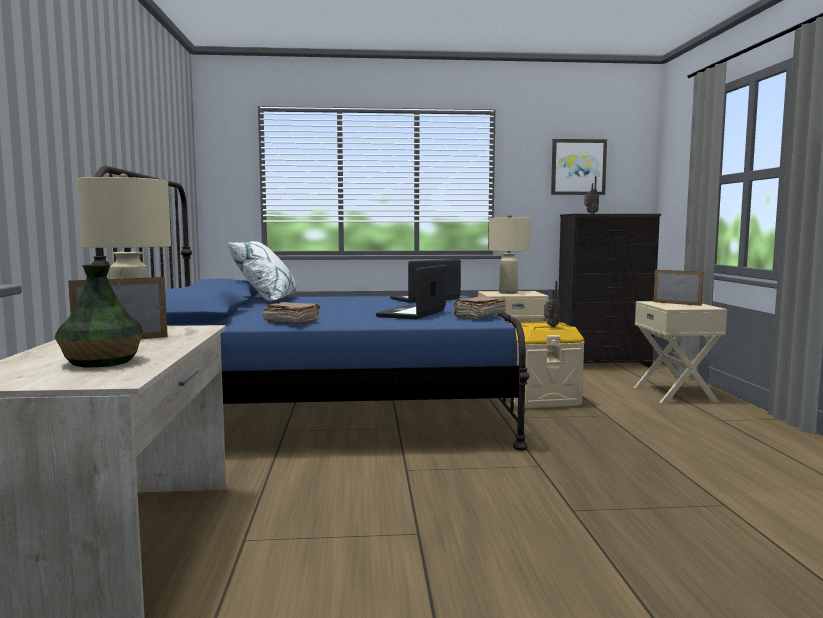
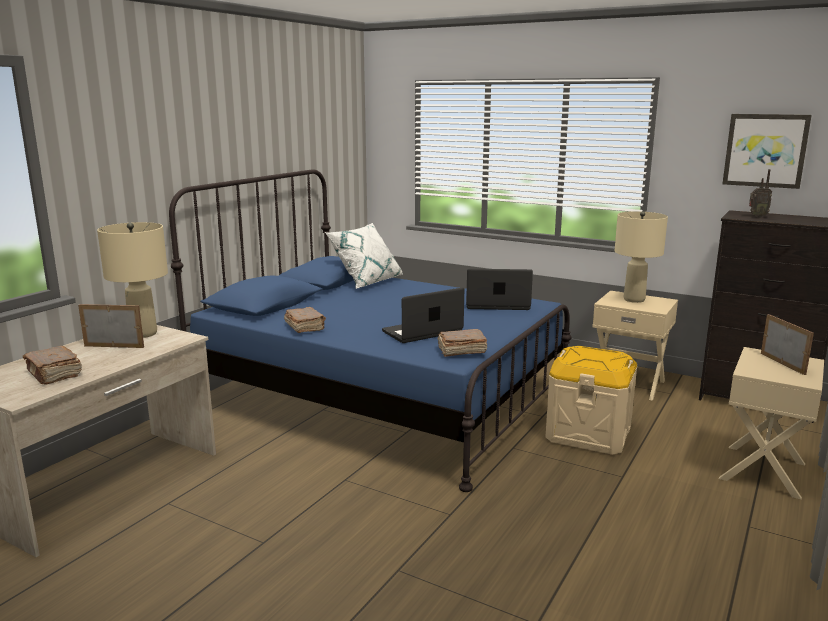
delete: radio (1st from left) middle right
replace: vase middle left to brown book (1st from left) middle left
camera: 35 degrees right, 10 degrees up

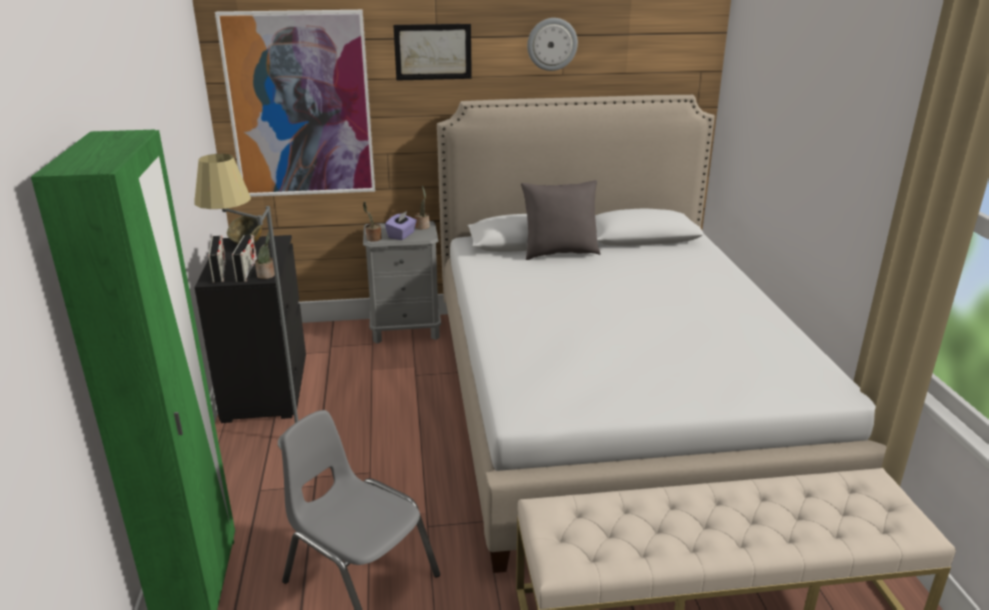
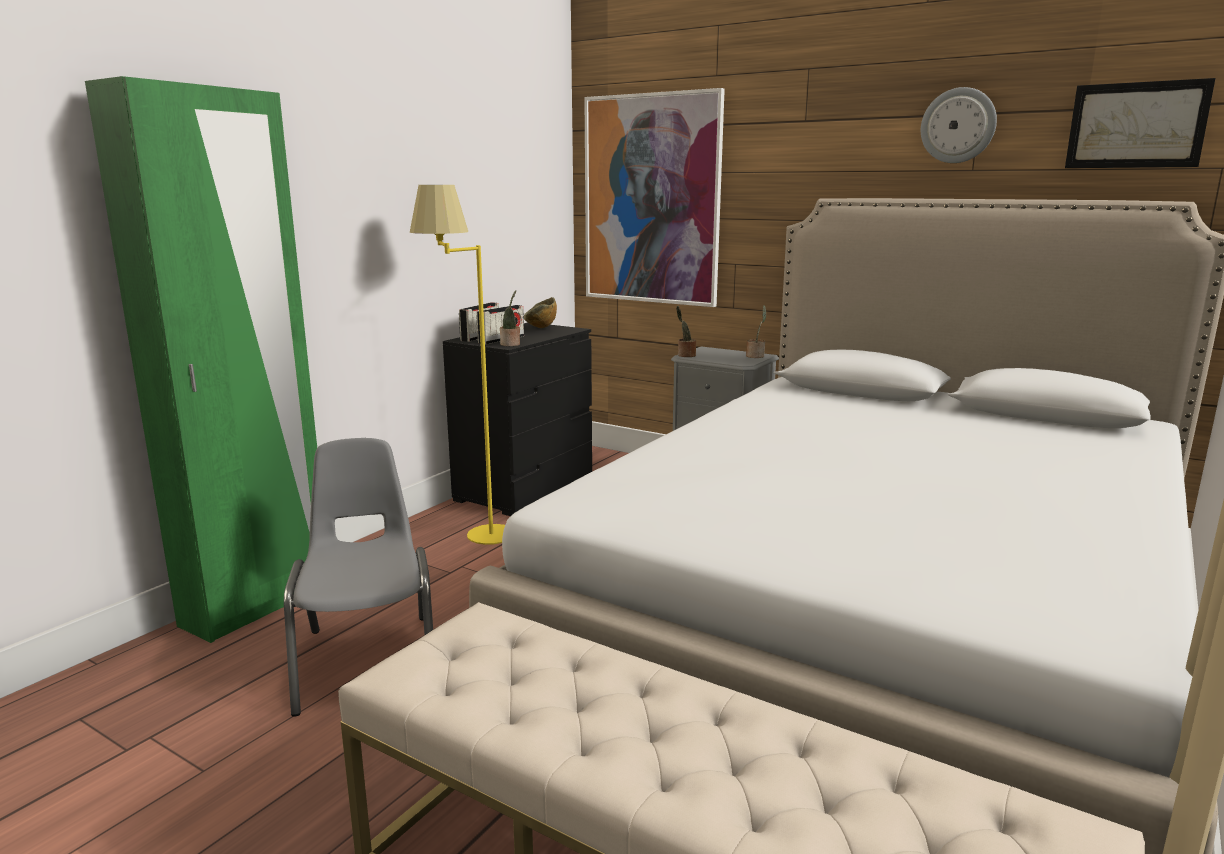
delete: grey pillow centre; purple tissue box centre
move: picture (2nd from left) top centre to top right
recolor: grey floor lamp middle left to yellow floor lamp centre
camera: 40 degrees right, 10 degrees down

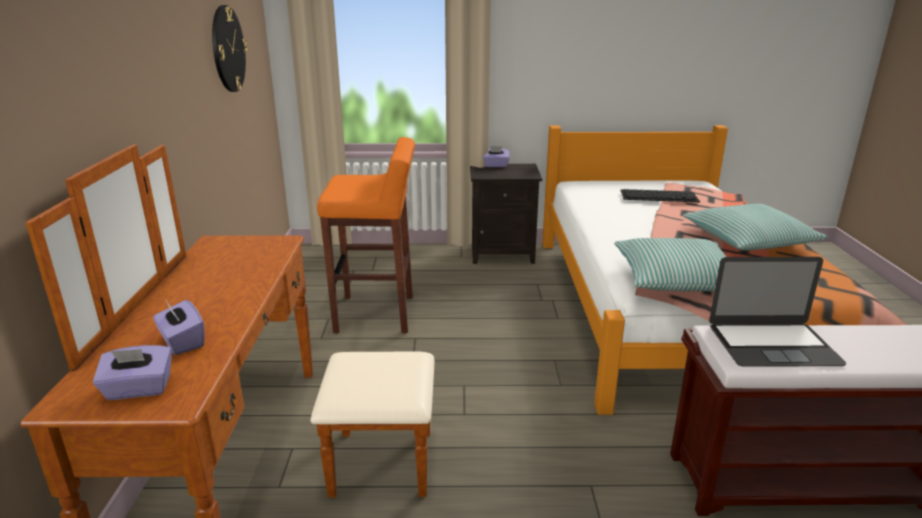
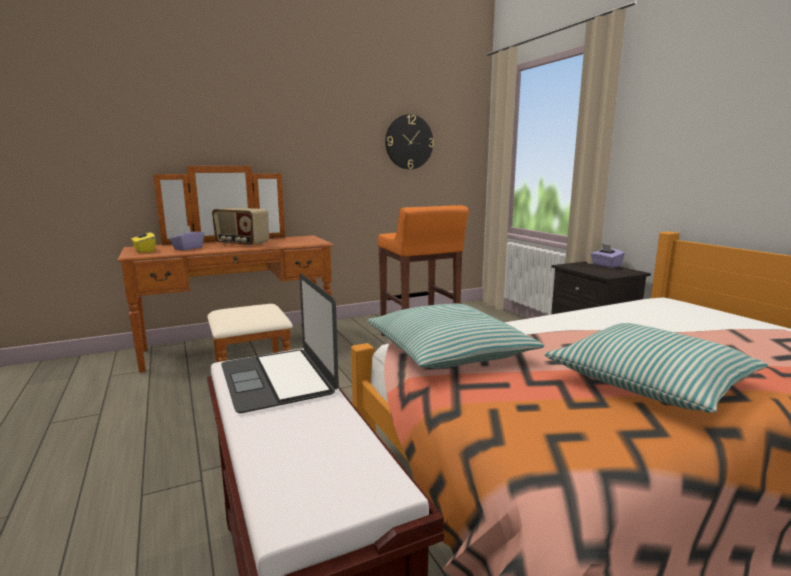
delete: keyboard middle right
insert: radio middle left
recolor: purple tissue box (1st from left) bottom left to yellow tissue box middle left
camera: 65 degrees right, 10 degrees down

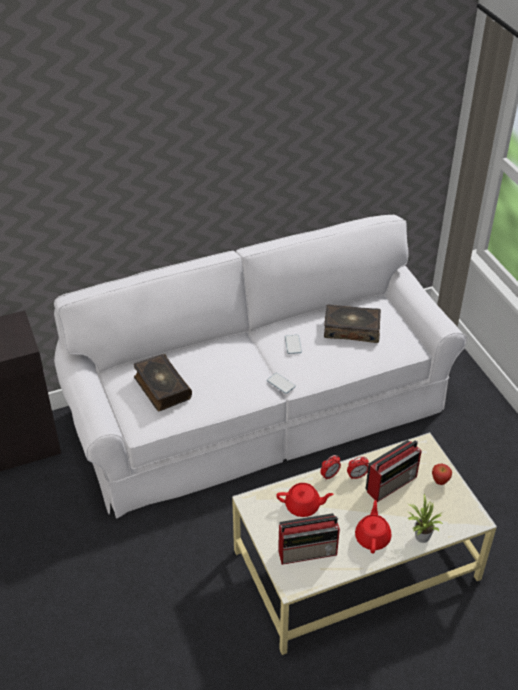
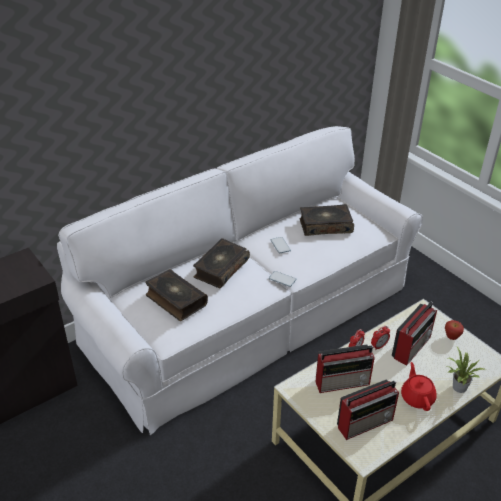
insert: book (2nd from left) centre
replace: red teapot (1st from left) bottom centre to radio (1st from left) bottom right
camera: 15 degrees left, 5 degrees down

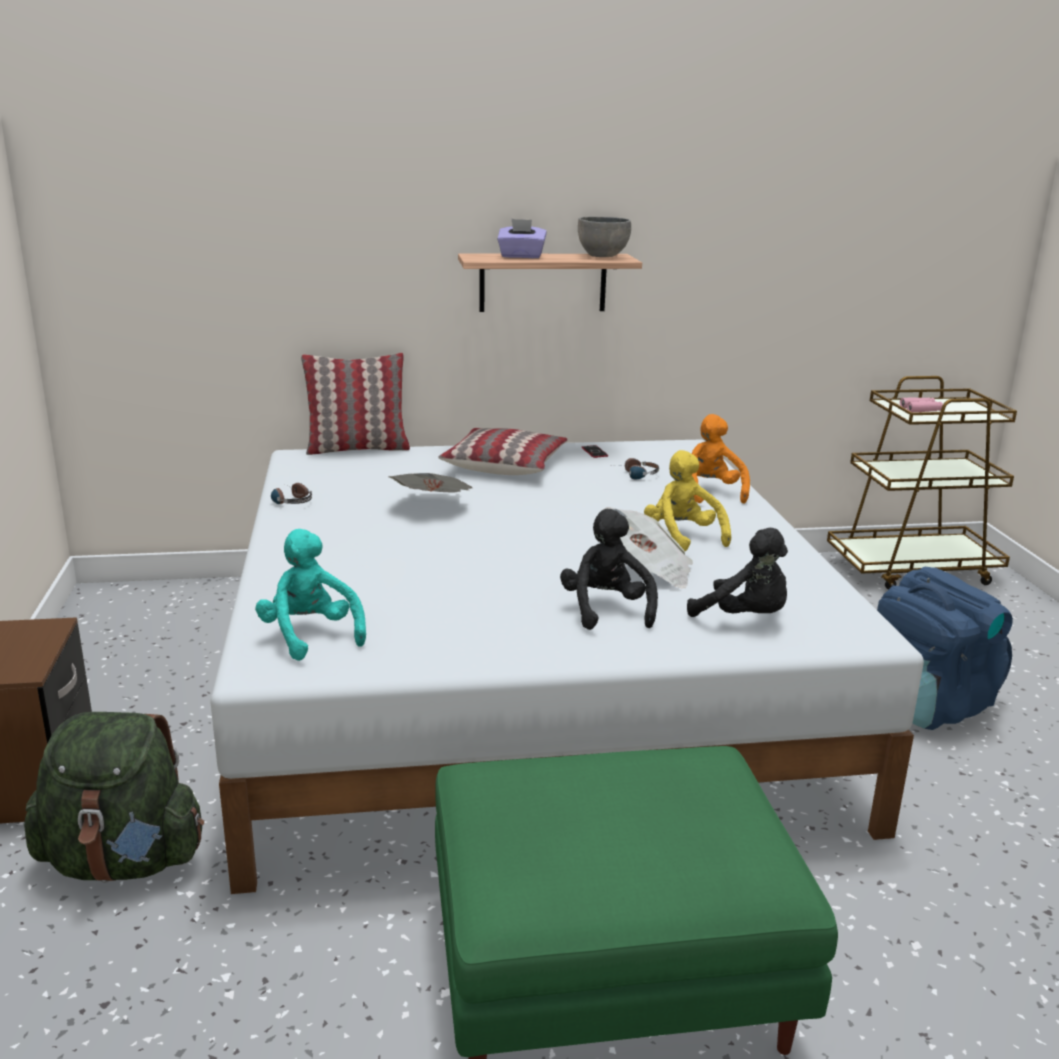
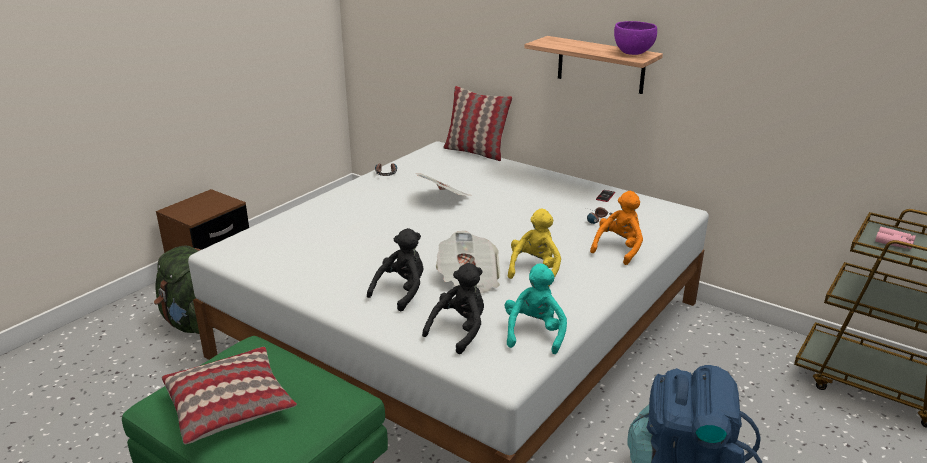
delete: purple tissue box top centre
move: pillow (2nd from left in the first image) centre to pillow (1st from left) bottom left; turquoise plush toy middle left to centre
recolor: grey bowl top centre to purple bowl top right
rotate: black plush toy (2nd from left) middle right = centre 135 degrees counterclockwise
camera: 45 degrees right, 5 degrees up

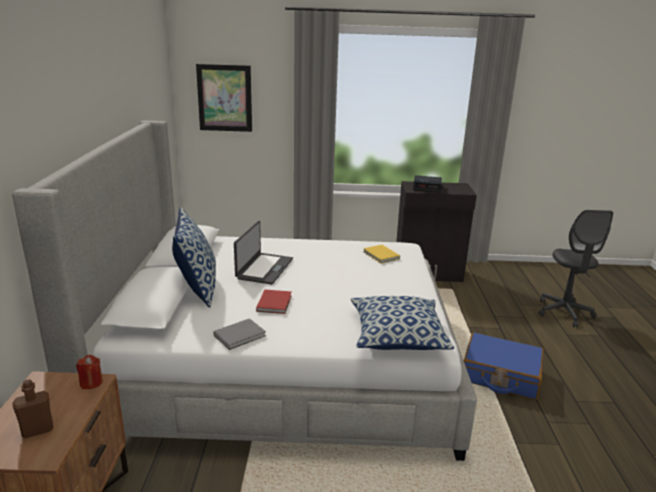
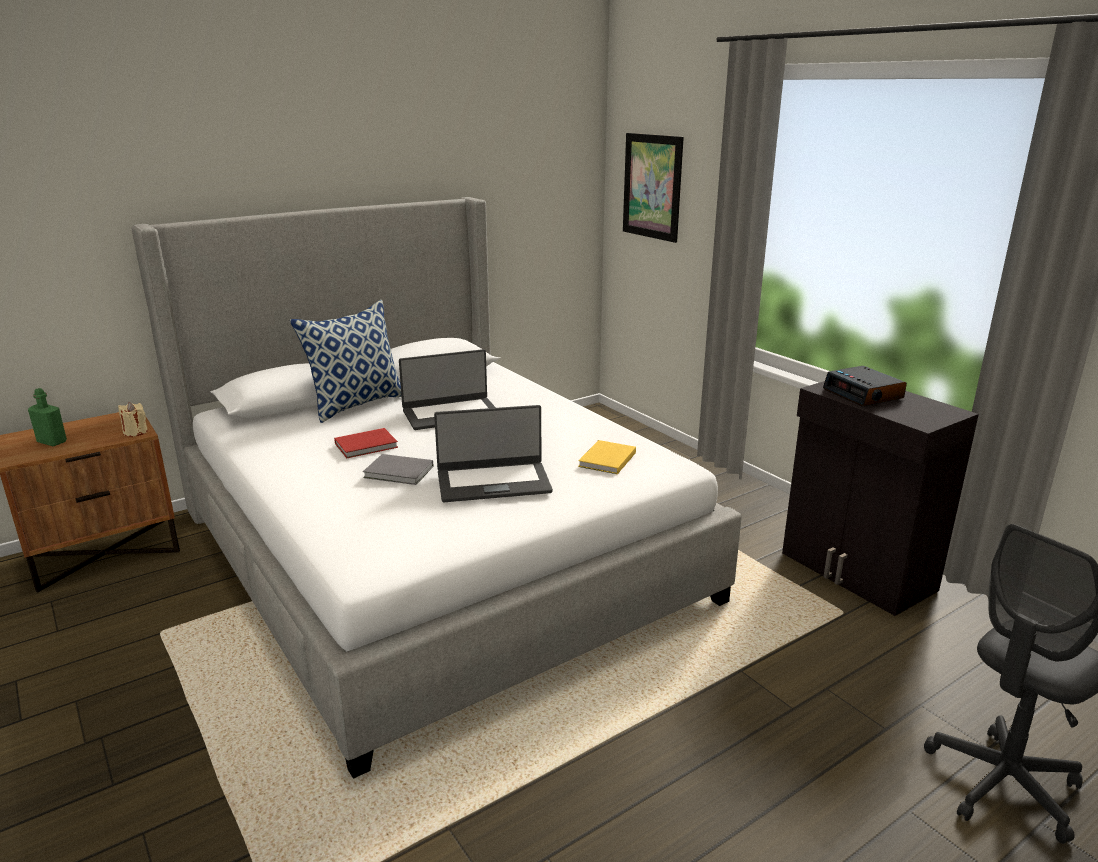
delete: pillow (2nd from left) centre; blue suitcase bottom right
insert: laptop (2nd from left) centre
move: grey book bottom centre to centre
recolor: red candle bottom left to beige candle middle left; brown bottle bottom left to green bottle middle left
camera: 55 degrees right, 0 degrees up

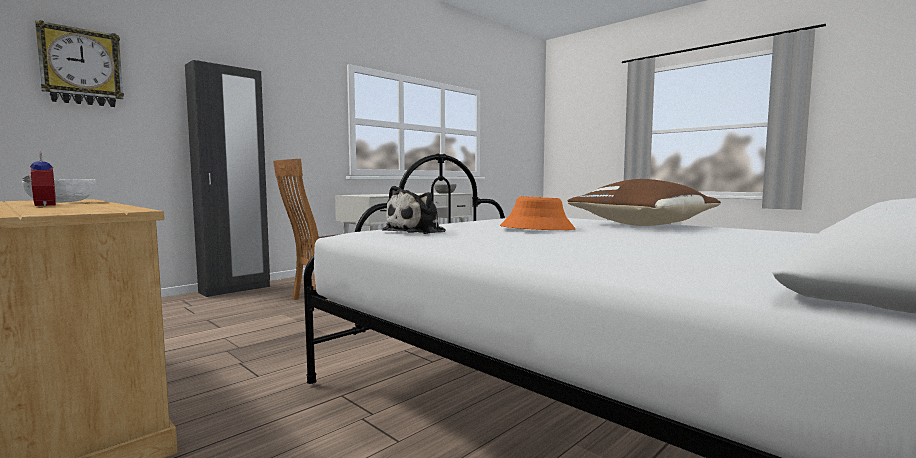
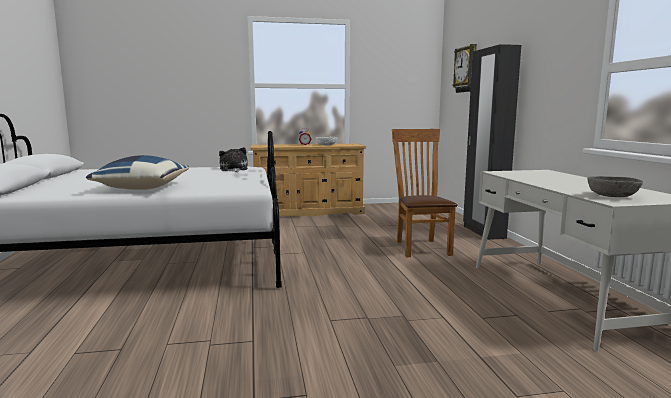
delete: orange hat centre
recolor: brown pillow middle right to blue pillow middle left
camera: 125 degrees right, 5 degrees up

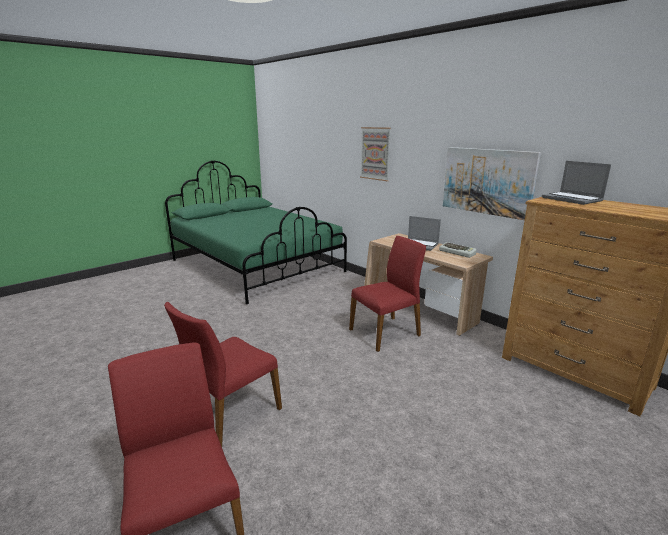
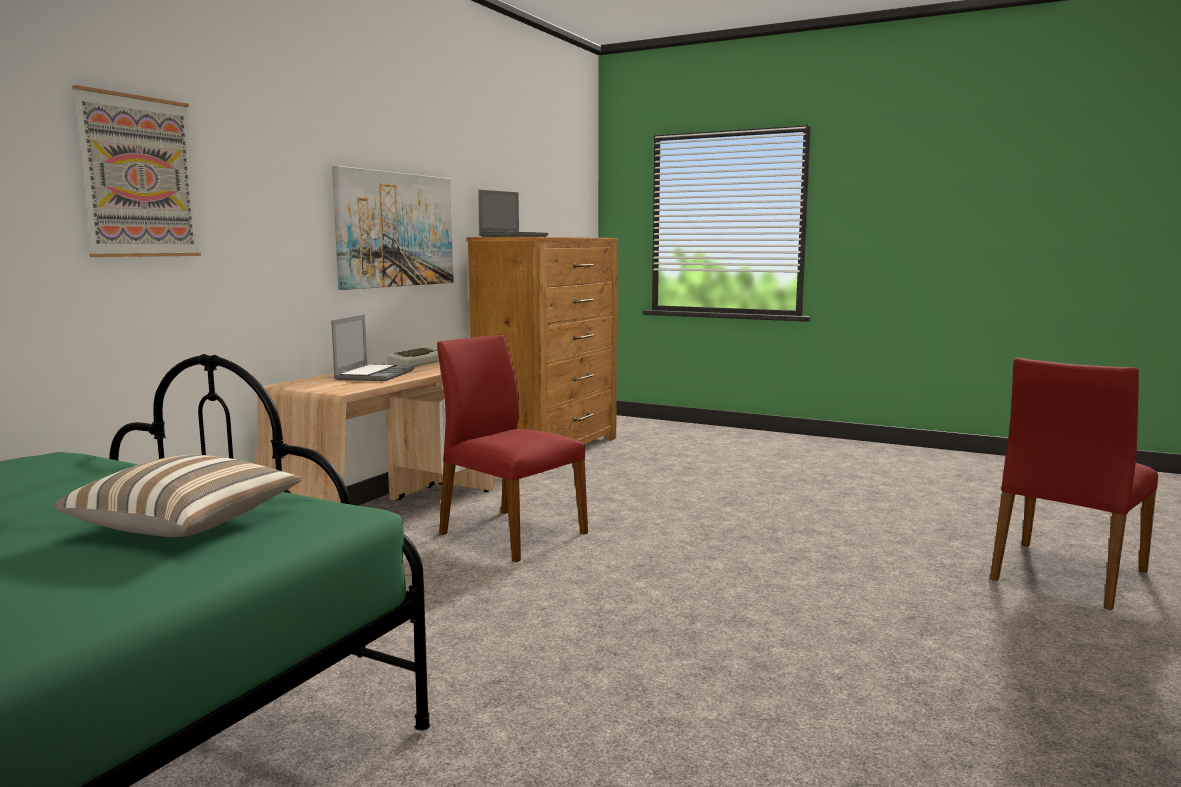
delete: red chair (2nd from left) bottom centre
insert: pillow middle left
camera: 110 degrees left, 10 degrees down

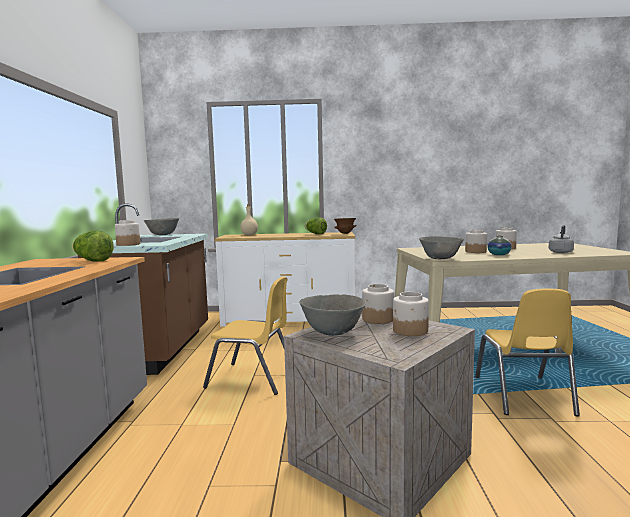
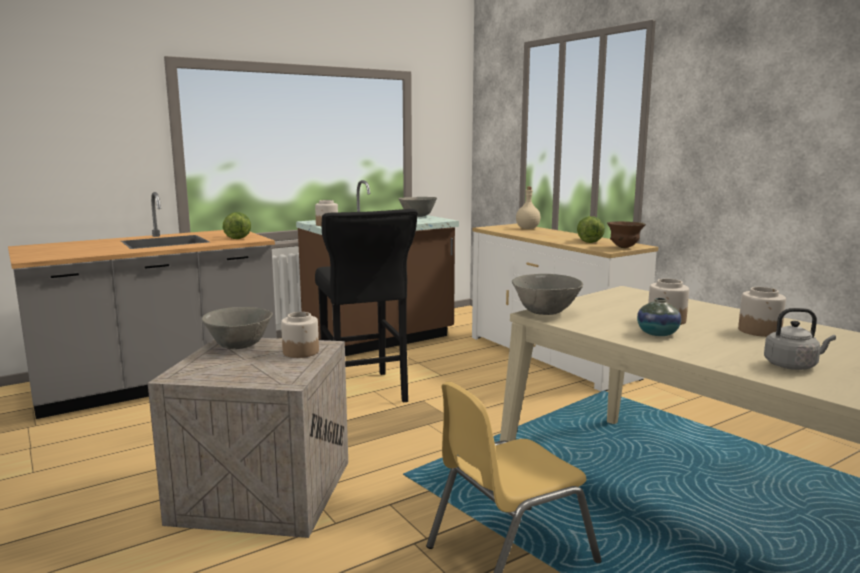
delete: jar (3rd from left) centre
replace: yellow chair (1st from left) centre to black stool centre
camera: 55 degrees right, 5 degrees up

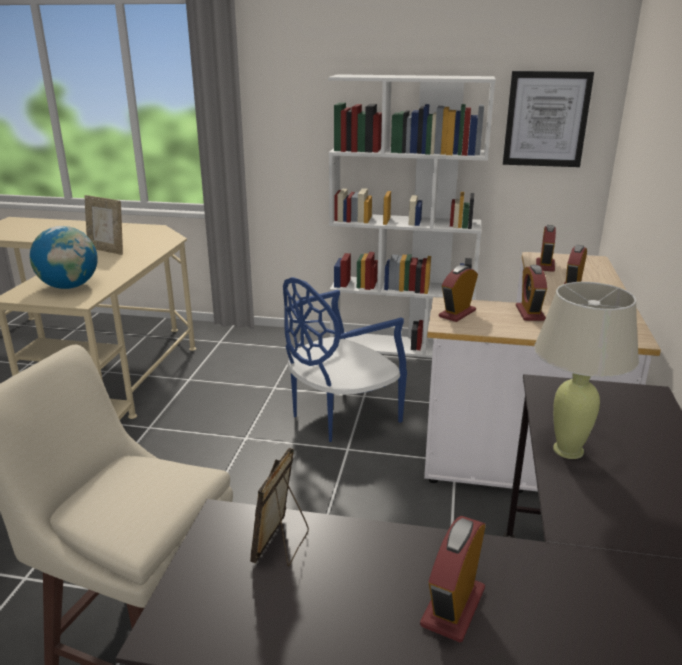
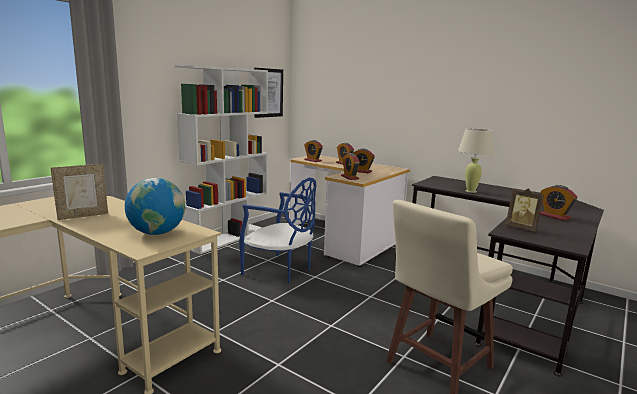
rotate: blue chair centre = centre 45 degrees counterclockwise
camera: 65 degrees left, 10 degrees down

